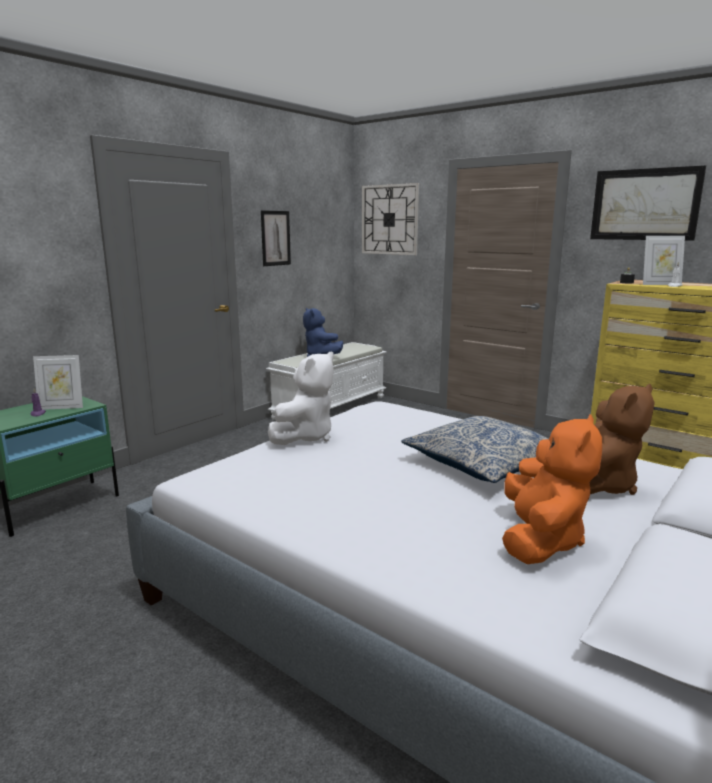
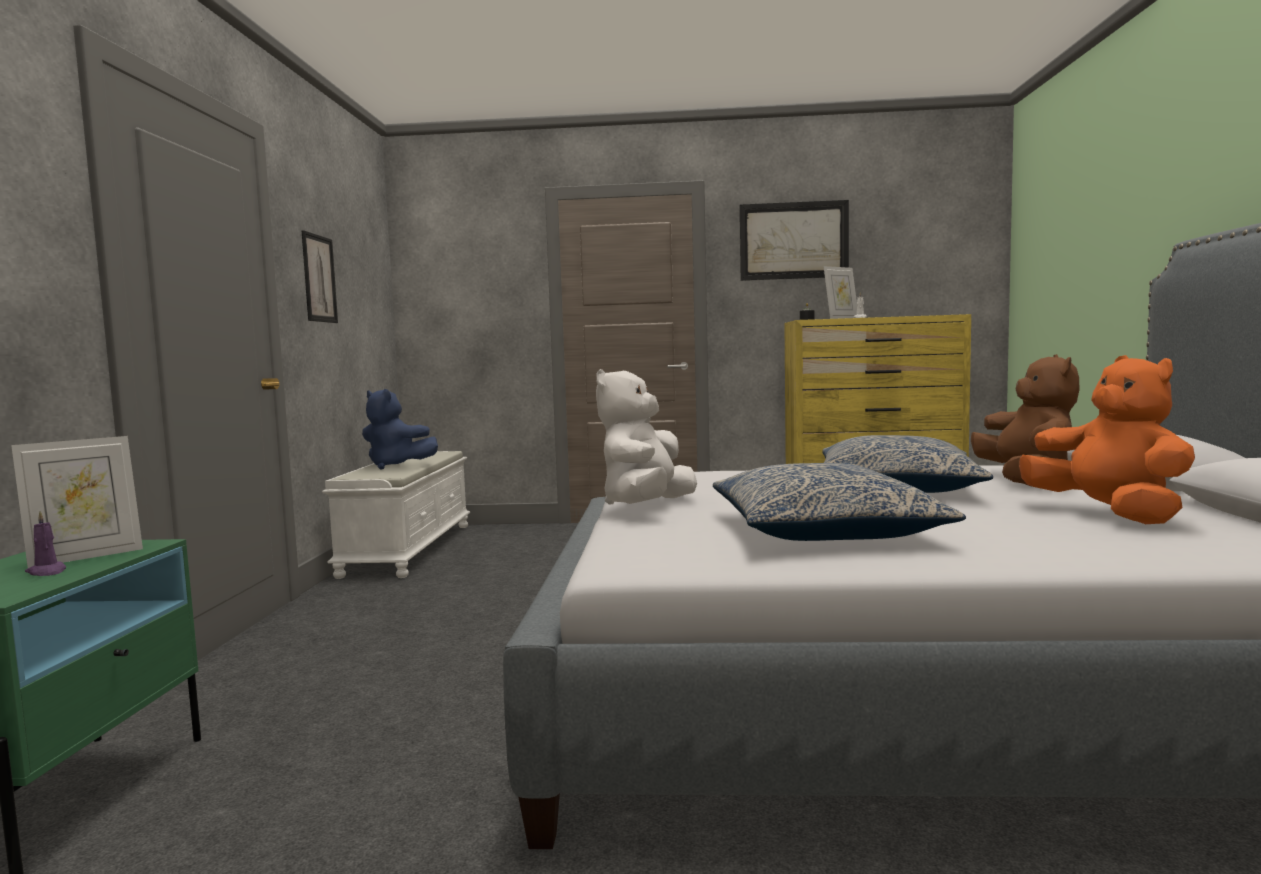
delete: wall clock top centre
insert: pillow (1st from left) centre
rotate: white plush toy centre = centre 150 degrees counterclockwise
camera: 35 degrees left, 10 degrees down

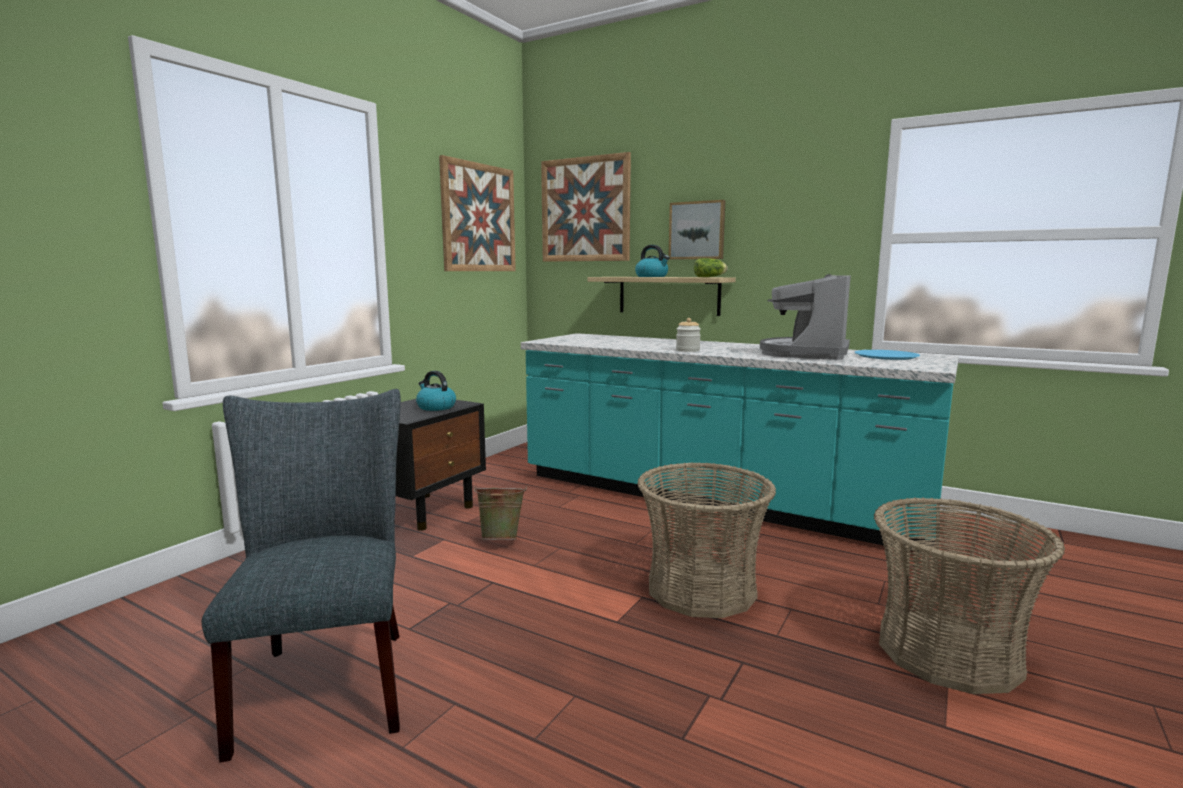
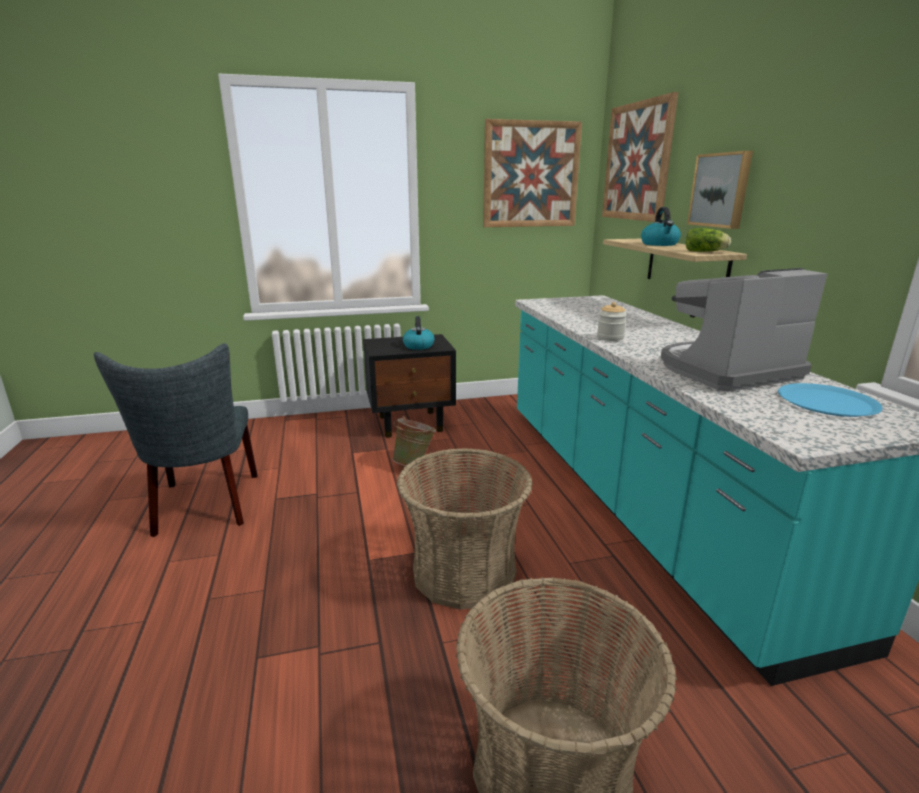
rotate: grey chair bottom left = middle left 135 degrees clockwise
camera: 45 degrees right, 10 degrees up

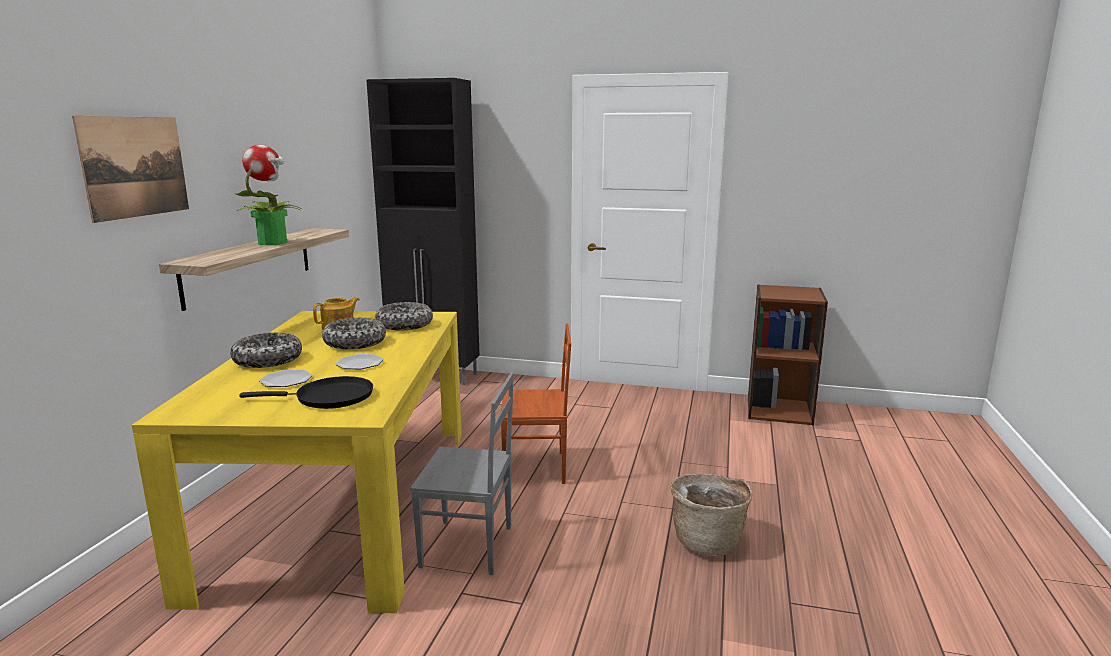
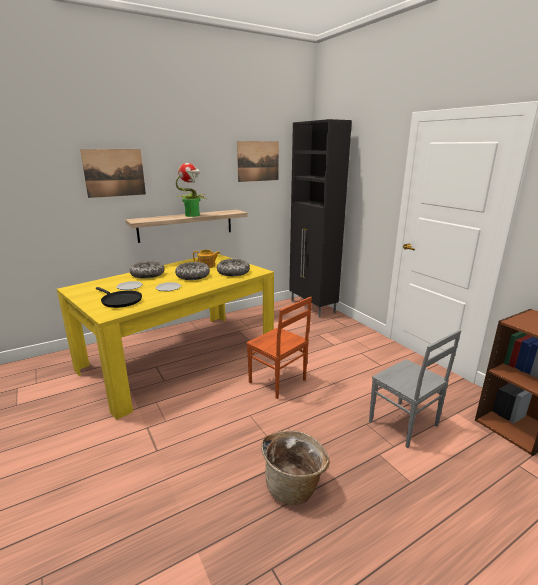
insert: picture (2nd from left) top centre
move: grey chair bottom centre to middle right
camera: 45 degrees right, 5 degrees up

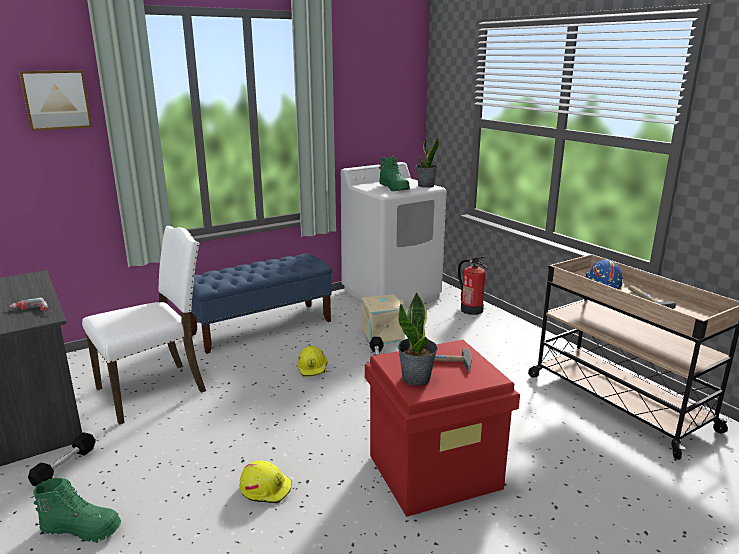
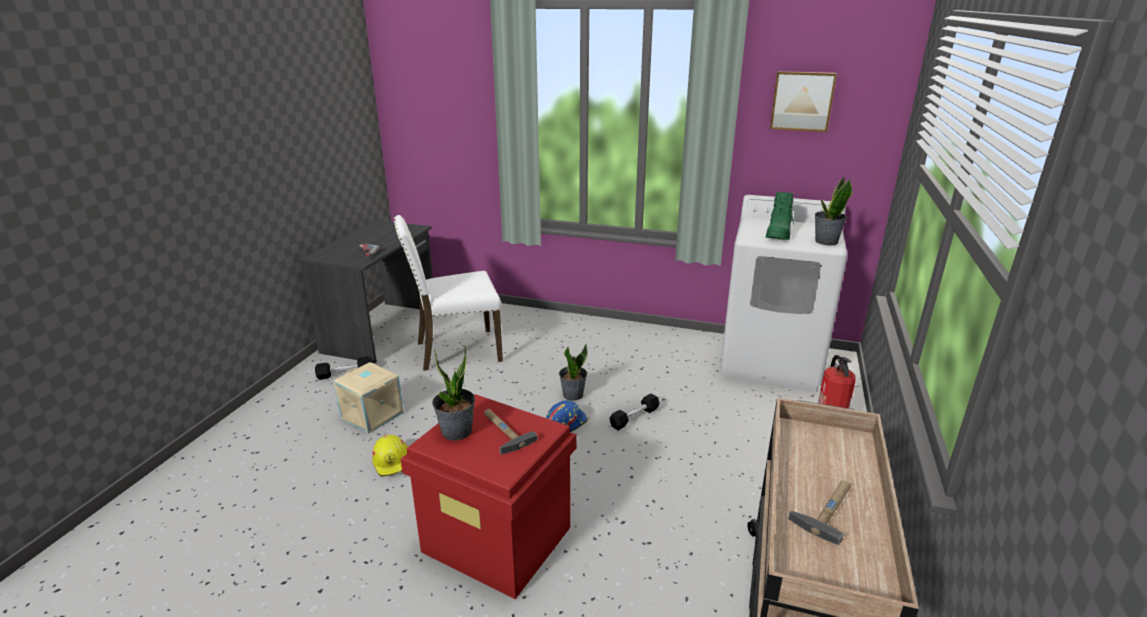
delete: blue bench centre; green boot (1st from left) bottom left
move: picture top left to top right; blue hard hat middle right to bottom centre; beige storage box centre to middle left
replace: yellow hard hat (2nd from left) centre to potted plant (2nd from left) centre
rotate: white chair middle left = centre 150 degrees clockwise
camera: 50 degrees right, 5 degrees up

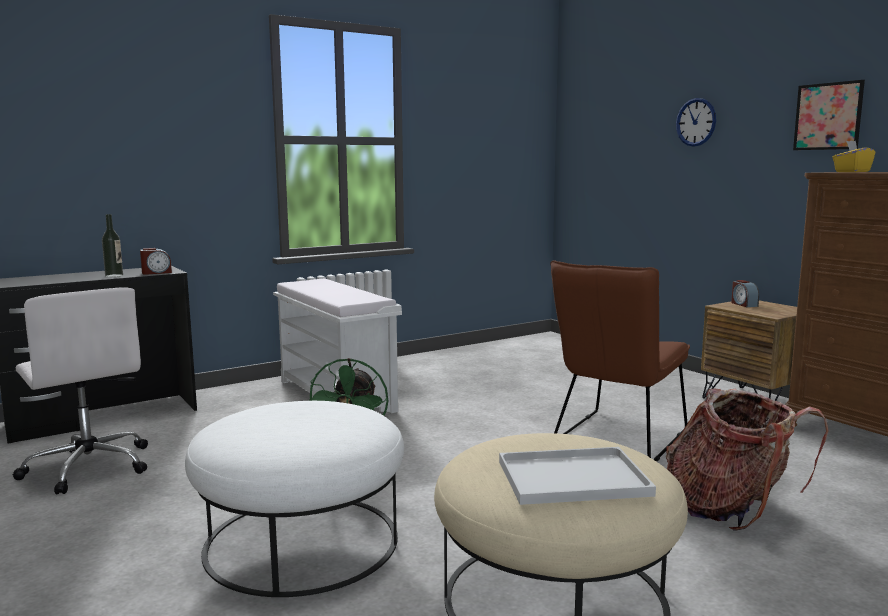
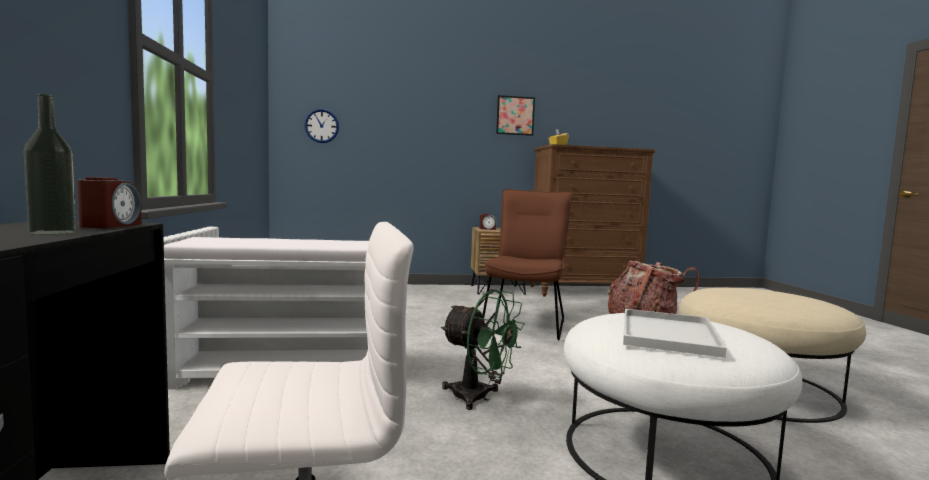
move: wall clock top right to top centre; white tray bottom centre to bottom right
rotate: brown chair middle right = centre 135 degrees counterclockwise
camera: 65 degrees left, 5 degrees down

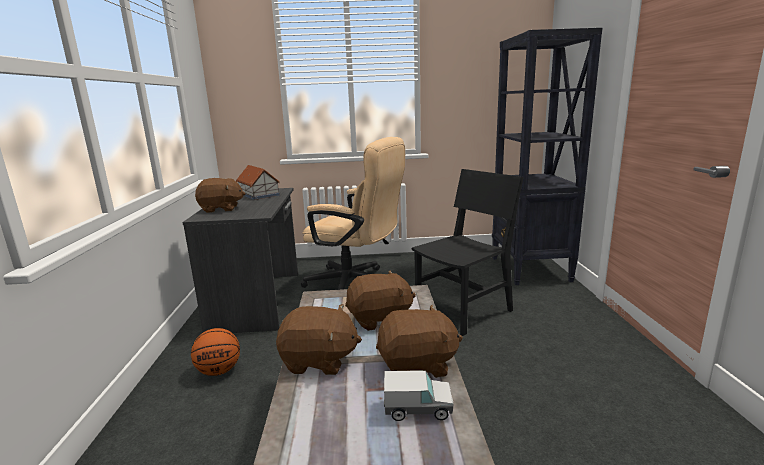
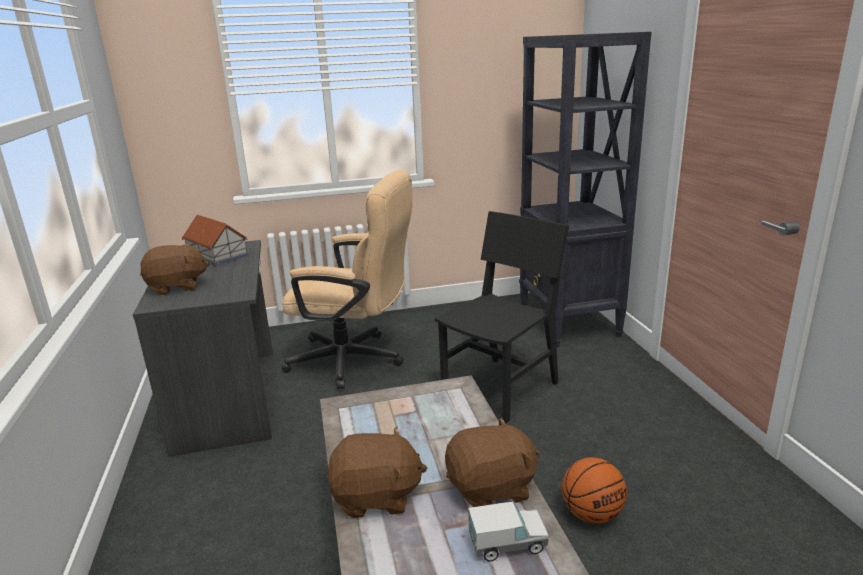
delete: brown plush toy (3rd from left) centre
move: basketball bottom left to bottom right
camera: 10 degrees left, 5 degrees up

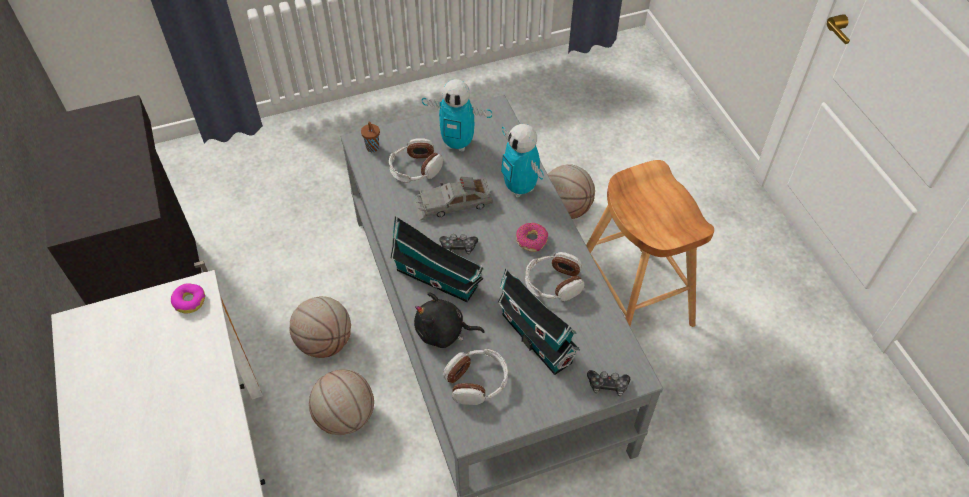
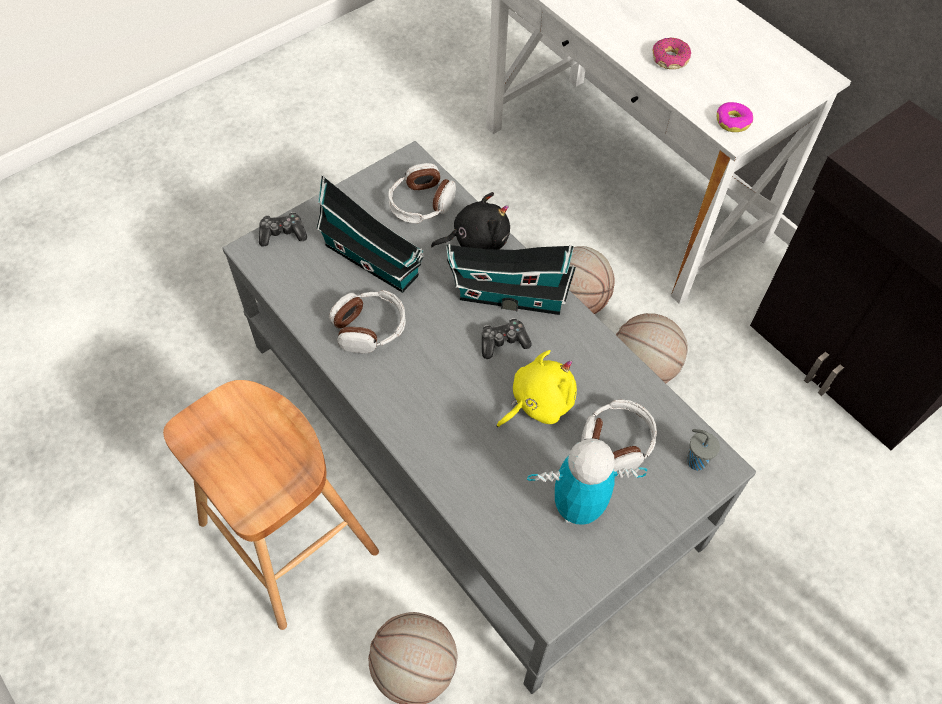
delete: toy robot (2nd from left) top centre
move: donut (2nd from left in the first image) centre to donut (1st from left) top right
replace: grey toy car centre to yellow plush toy centre
recolor: brown cup top centre to grey cup middle right
camera: 160 degrees right, 5 degrees up

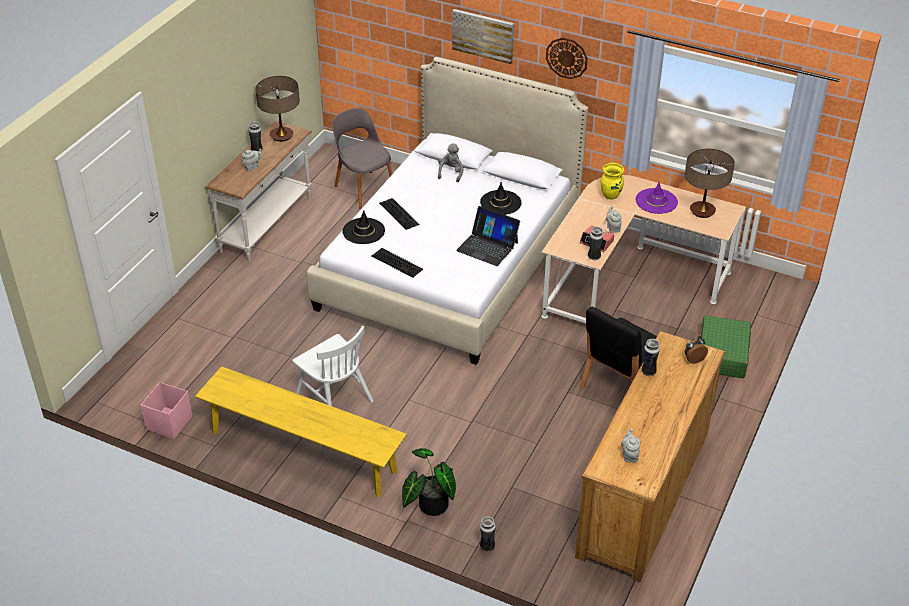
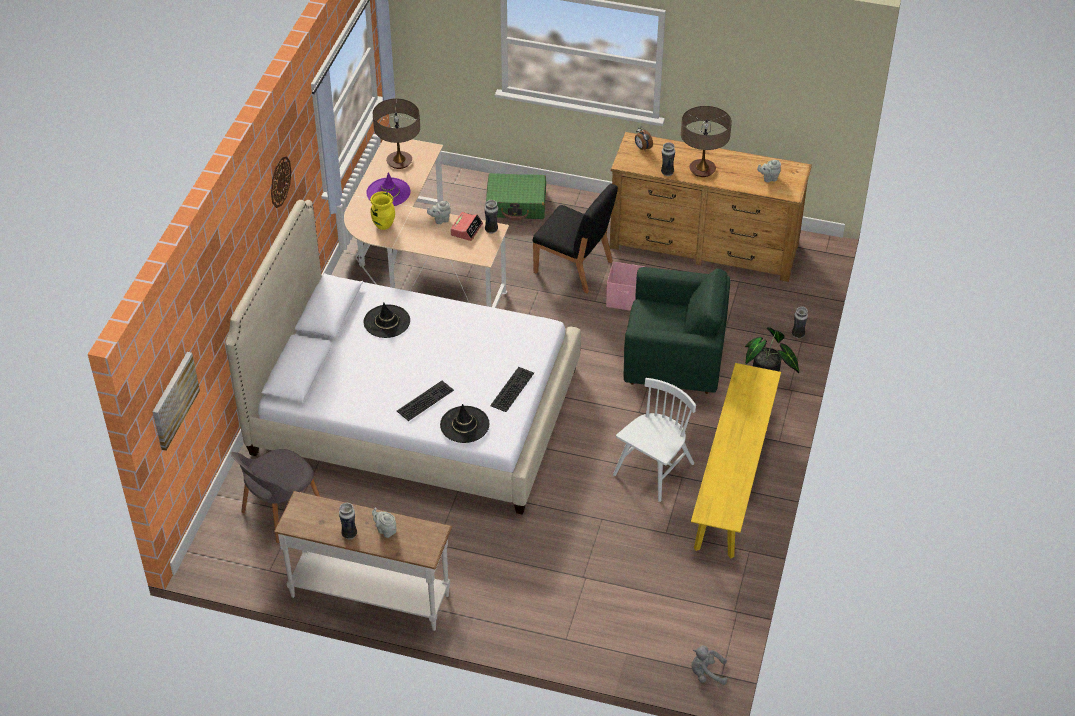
delete: laptop centre
insert: green armchair centre
move: picture top centre to middle left; table lamp (1st from left in the first image) top left to table lamp (2nd from left) top centre; grey plush toy top centre to bottom centre; pink storage box bottom left to centre
camera: 100 degrees left, 5 degrees up

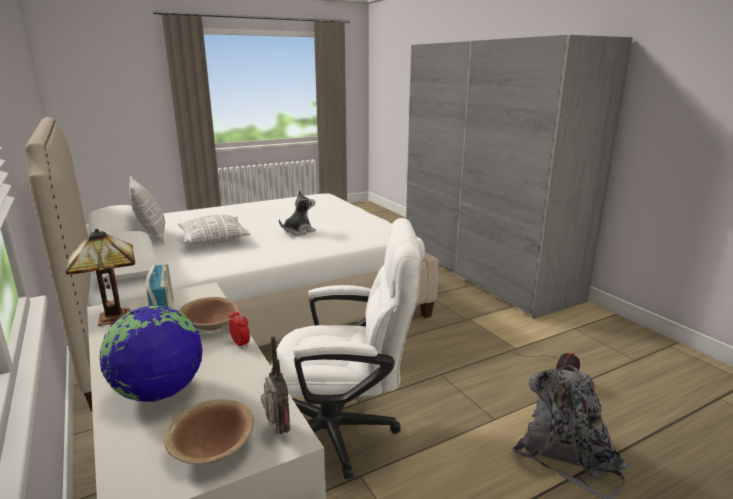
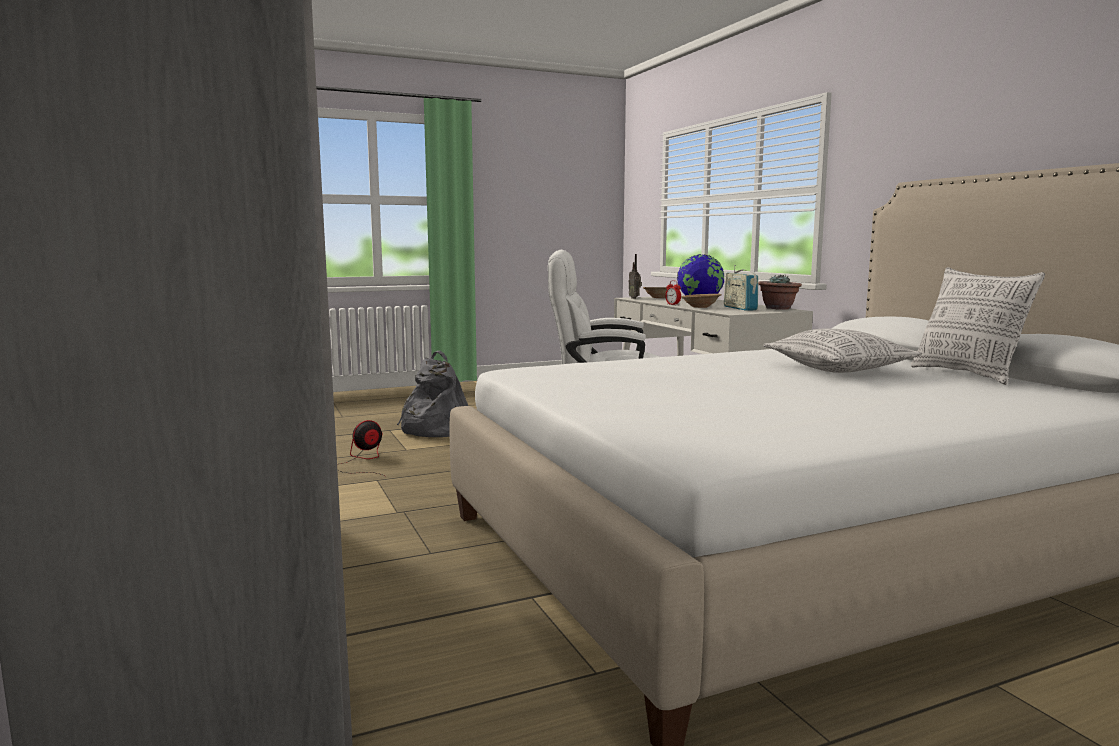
delete: plush toy centre
replace: table lamp middle left to potted plant middle right
camera: 175 degrees left, 10 degrees down

